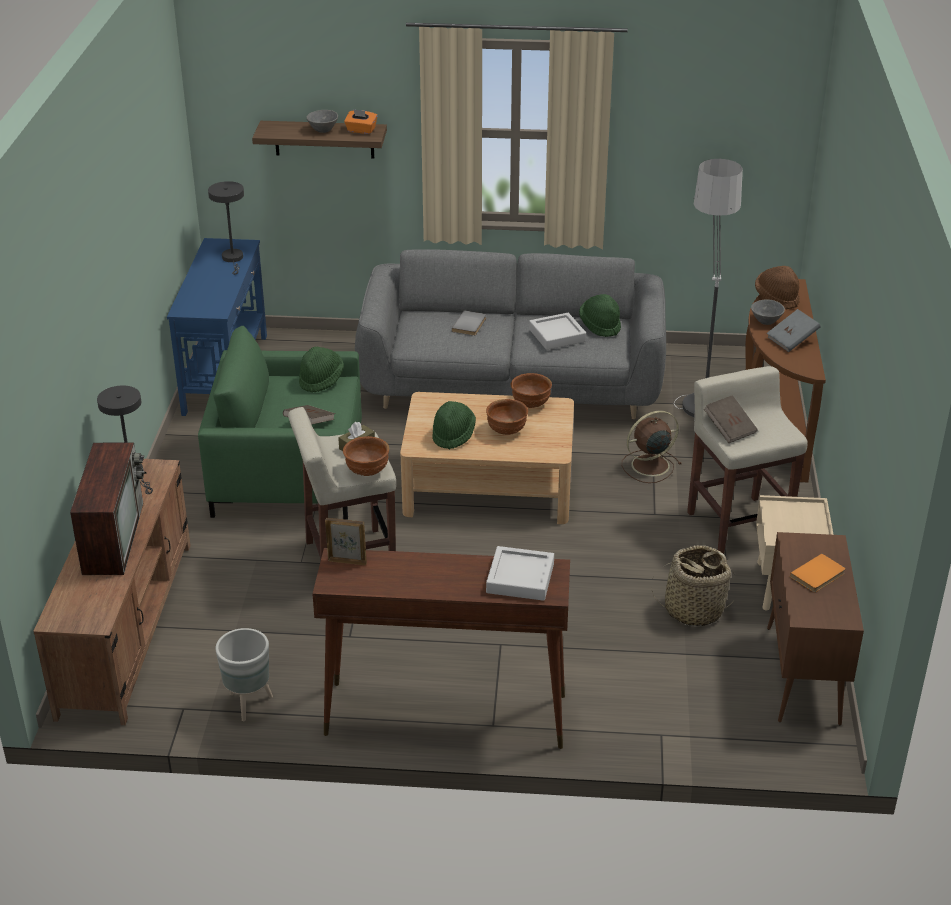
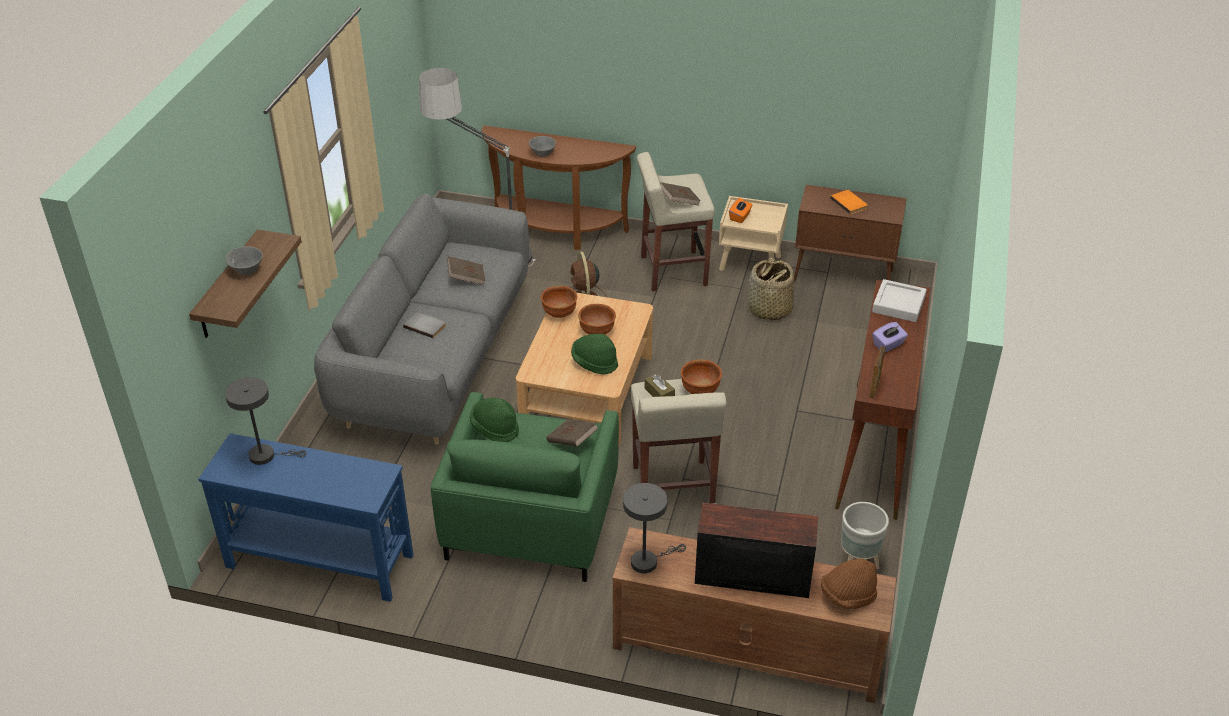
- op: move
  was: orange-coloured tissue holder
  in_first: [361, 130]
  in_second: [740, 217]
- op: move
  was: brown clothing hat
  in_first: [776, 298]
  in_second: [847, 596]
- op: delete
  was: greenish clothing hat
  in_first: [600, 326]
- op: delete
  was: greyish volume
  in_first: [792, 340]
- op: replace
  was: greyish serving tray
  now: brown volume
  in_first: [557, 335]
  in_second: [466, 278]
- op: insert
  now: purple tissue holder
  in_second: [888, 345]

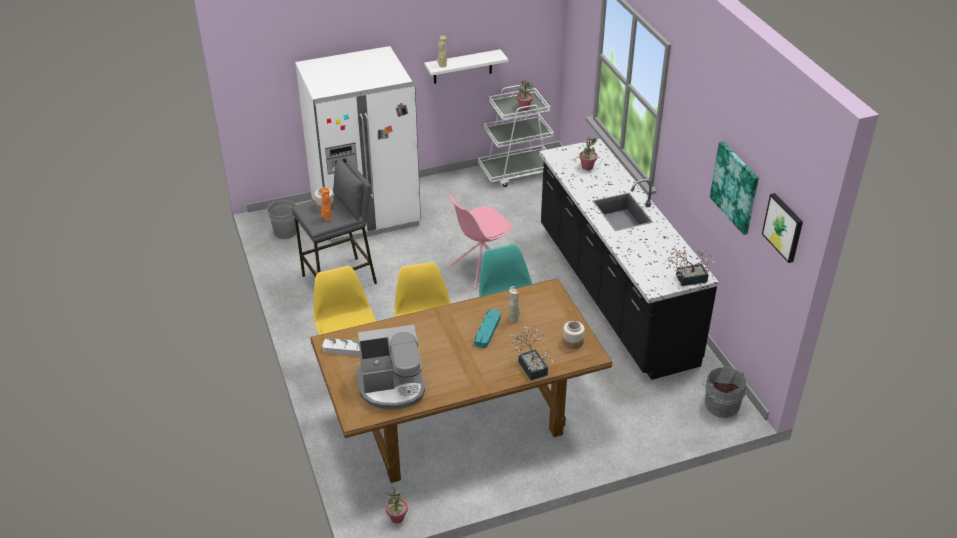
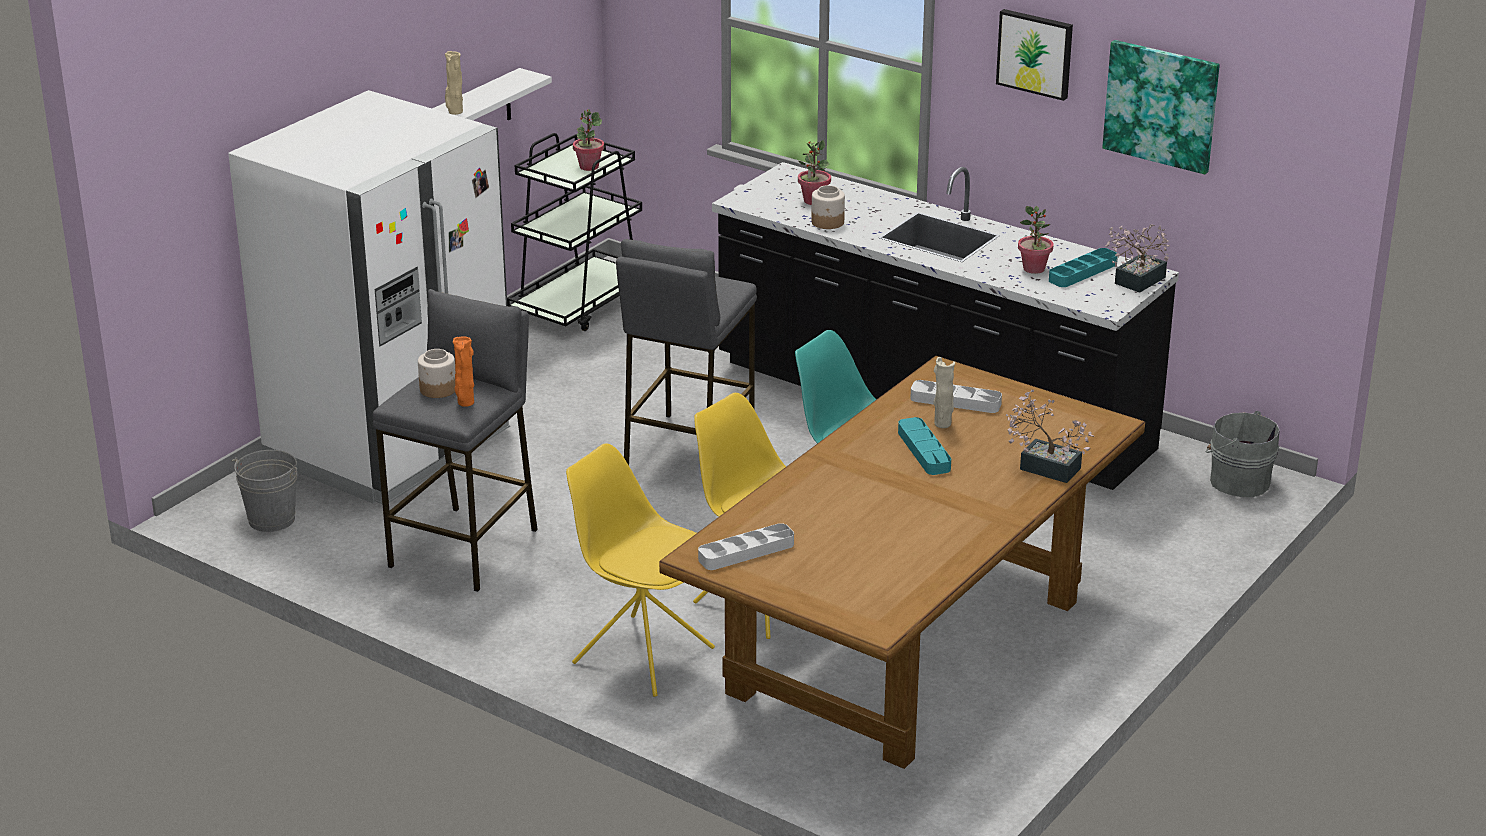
- op: recolor
  was: white trolley
  now: black-coloured trolley
  in_first: [517, 172]
  in_second: [581, 304]
- op: move
  was: wall picture
  in_first: [784, 227]
  in_second: [1035, 53]
- op: replace
  was: pink-coloured plain chair
  now: greyish stool
  in_first: [480, 269]
  in_second: [687, 450]
- op: move
  was: storage jar
  in_first: [573, 342]
  in_second: [828, 222]
- op: delete
  was: coffee brewer
  in_first: [392, 387]
- op: move
  was: plant in a pot
  in_first: [397, 518]
  in_second: [1034, 269]
- op: insert
  now: blue-green serving tray
  in_second: [1083, 272]
- op: insert
  now: greyish serving tray
  in_second: [955, 401]

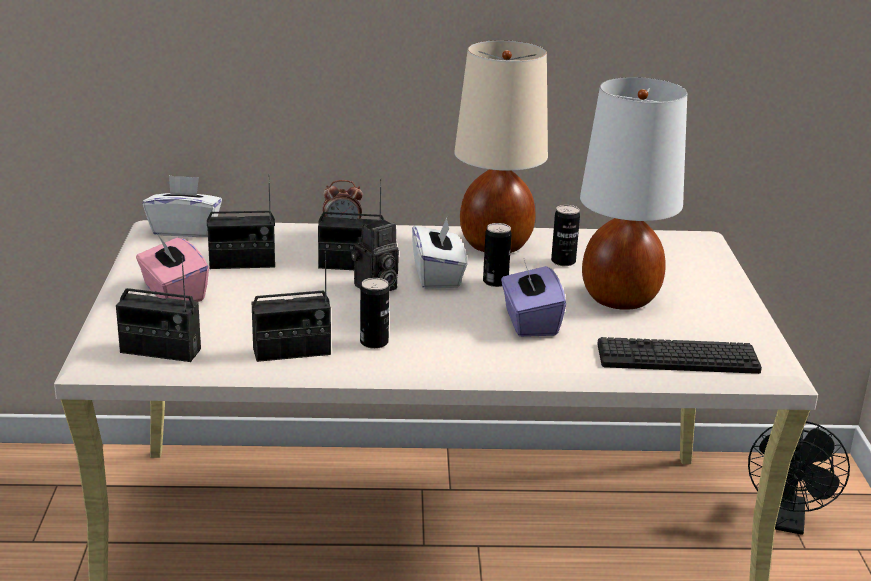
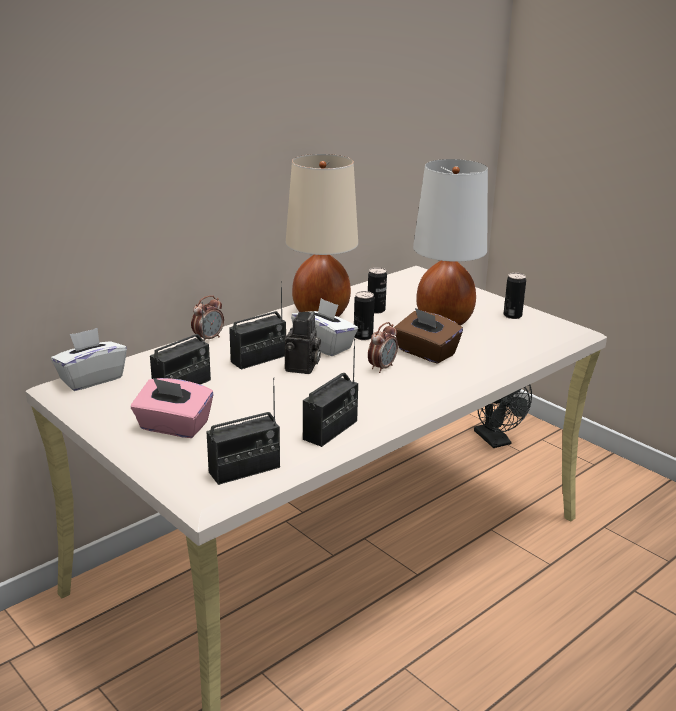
- op: recolor
  was: purple tissue holder
  now: brown tissue holder
  in_first: [530, 322]
  in_second: [425, 353]
- op: move
  was: can
  in_first: [374, 342]
  in_second: [512, 315]
- op: delete
  was: computer keyboard
  in_first: [677, 358]
- op: insert
  now: table clock
  in_second: [382, 368]

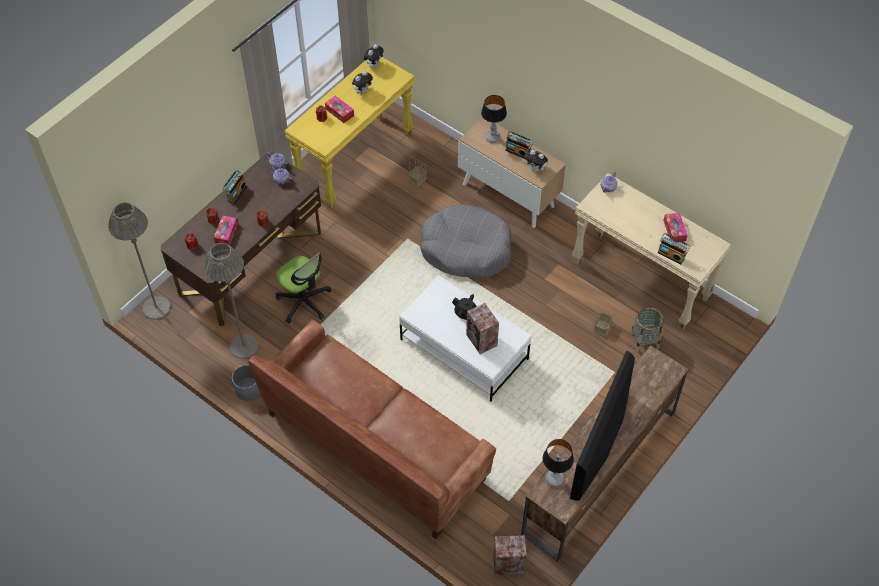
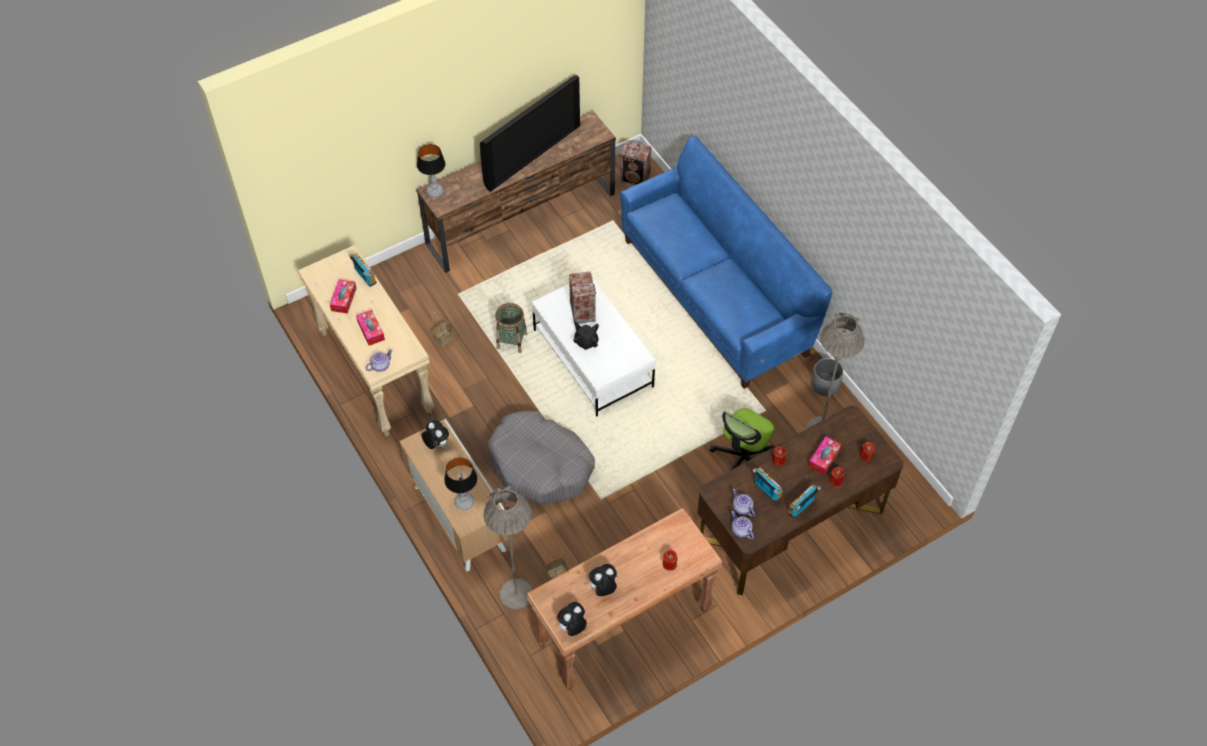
- op: recolor
  was: yellow-coloured hall table
  now: brown hall table
  in_first: [355, 160]
  in_second: [623, 629]
- op: move
  was: tissue holder
  in_first: [339, 112]
  in_second: [371, 330]
- op: move
  was: radio set
  in_first: [518, 152]
  in_second: [766, 490]
- op: move
  was: greyish standard lamp
  in_first: [156, 308]
  in_second: [516, 594]
- op: rotate
  was: computer chair
  in_first: [304, 301]
  in_second: [742, 460]
  clockwise: -120
- op: move
  was: basket
  in_first: [644, 341]
  in_second: [511, 341]
- op: recolor
  was: brown settee
  now: blue-coloured settee
  in_first: [375, 447]
  in_second: [715, 296]
- op: move
  was: tabletop lamp
  in_first: [554, 478]
  in_second: [435, 192]

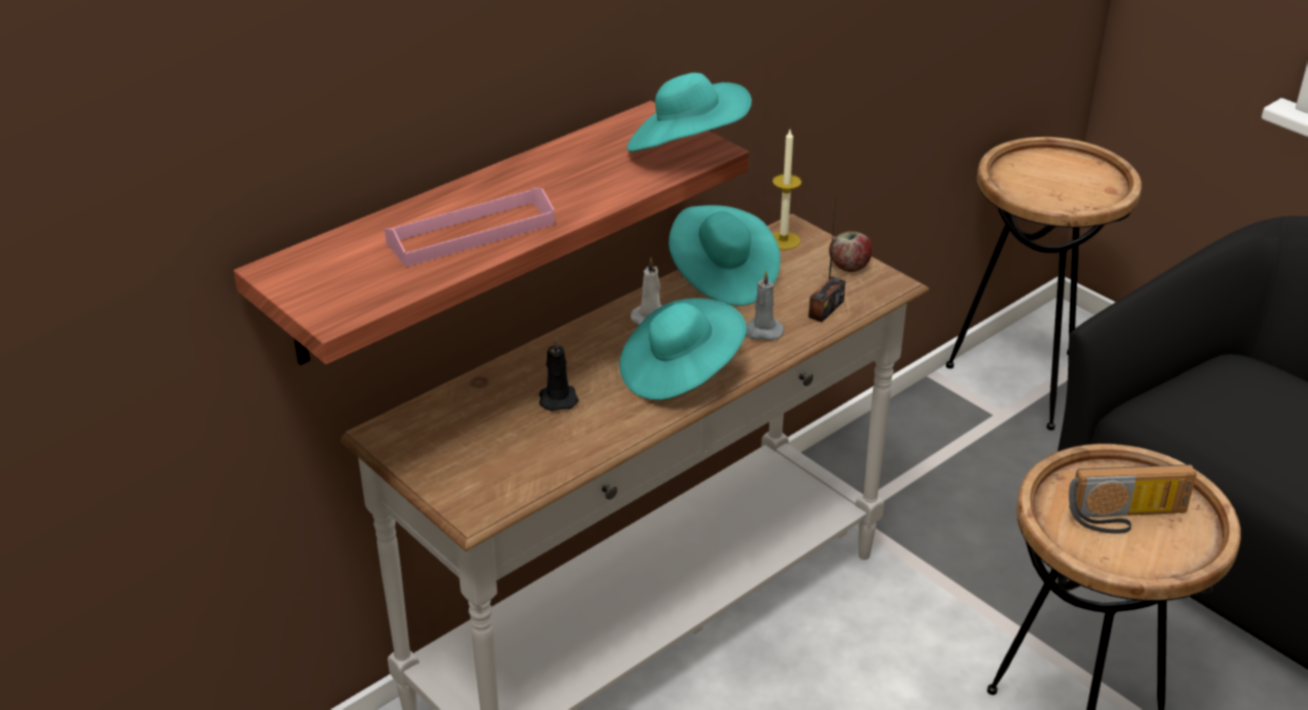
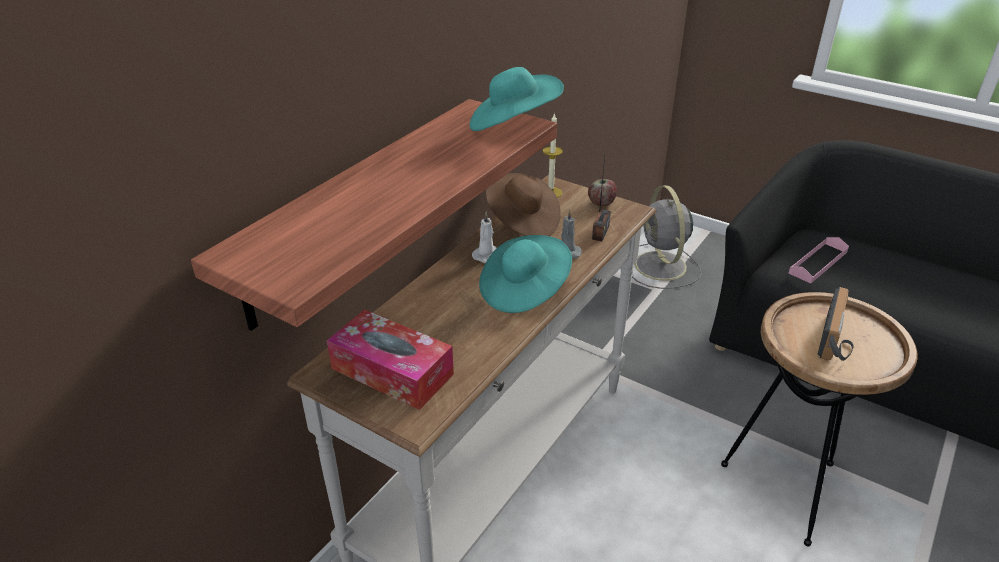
- op: replace
  was: brown side table
  now: greyish fan
  in_first: [1023, 382]
  in_second: [661, 267]
- op: move
  was: pink-coloured serving tray
  in_first: [471, 233]
  in_second: [818, 262]
- op: recolor
  was: blue-green clothing hat
  now: brown clothing hat
  in_first: [722, 278]
  in_second: [522, 222]
- op: delete
  was: black-coloured candle
  in_first: [557, 398]
- op: rotate
  was: radio set
  in_first: [1126, 518]
  in_second: [837, 340]
  clockwise: -45
- op: insert
  now: tissue holder
  in_second: [392, 371]

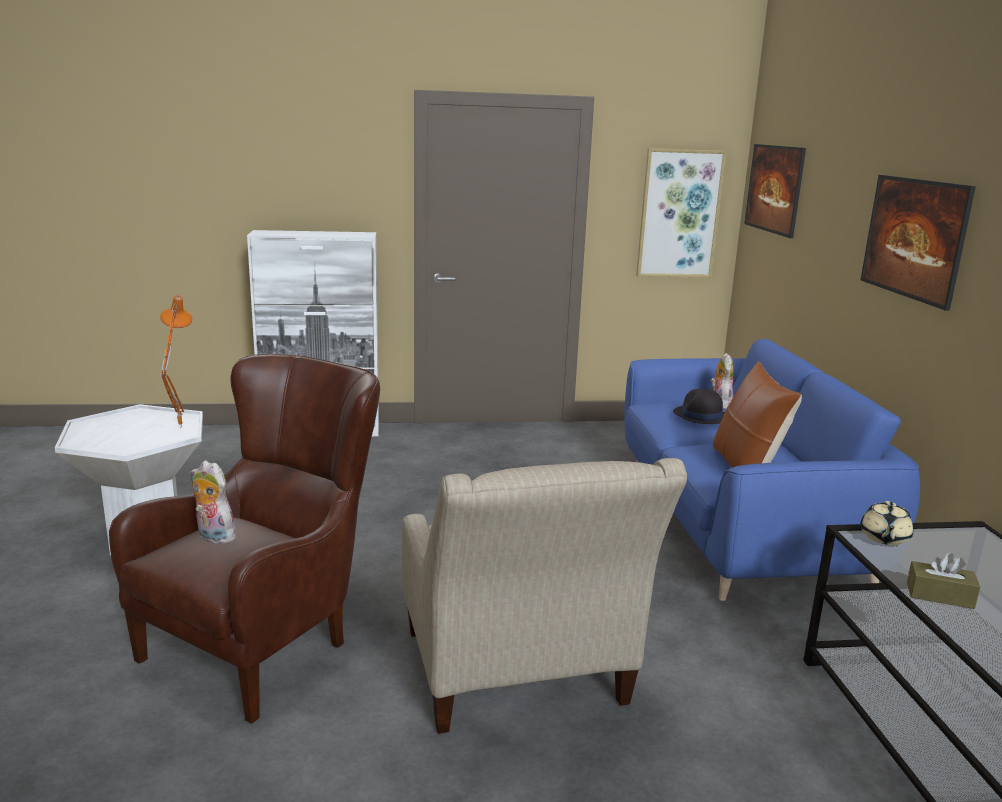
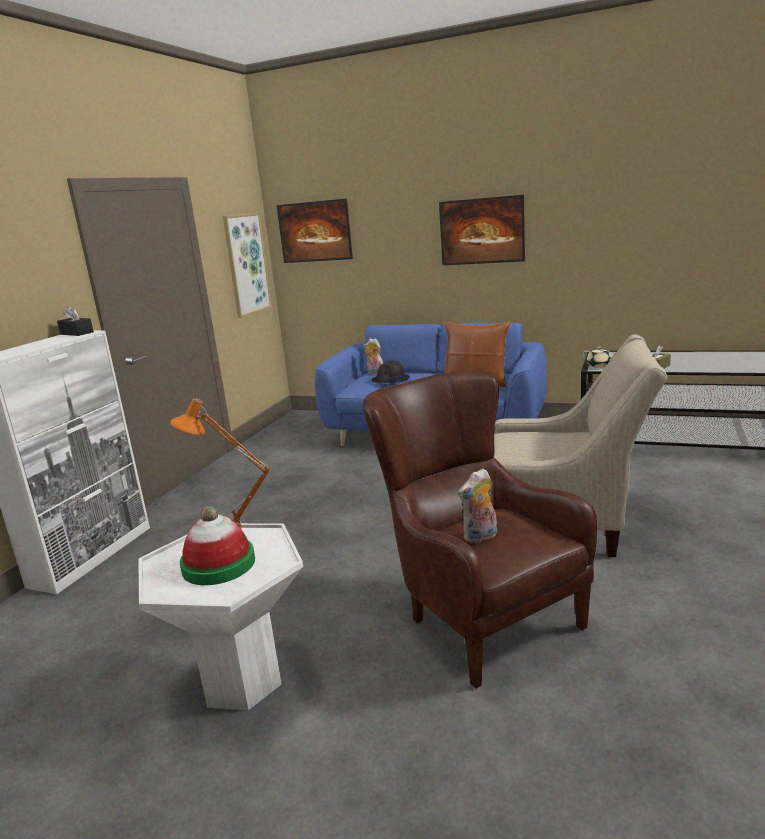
- op: insert
  now: black-coloured tissue holder
  in_second: [76, 333]
- op: insert
  now: clothing hat
  in_second: [218, 564]

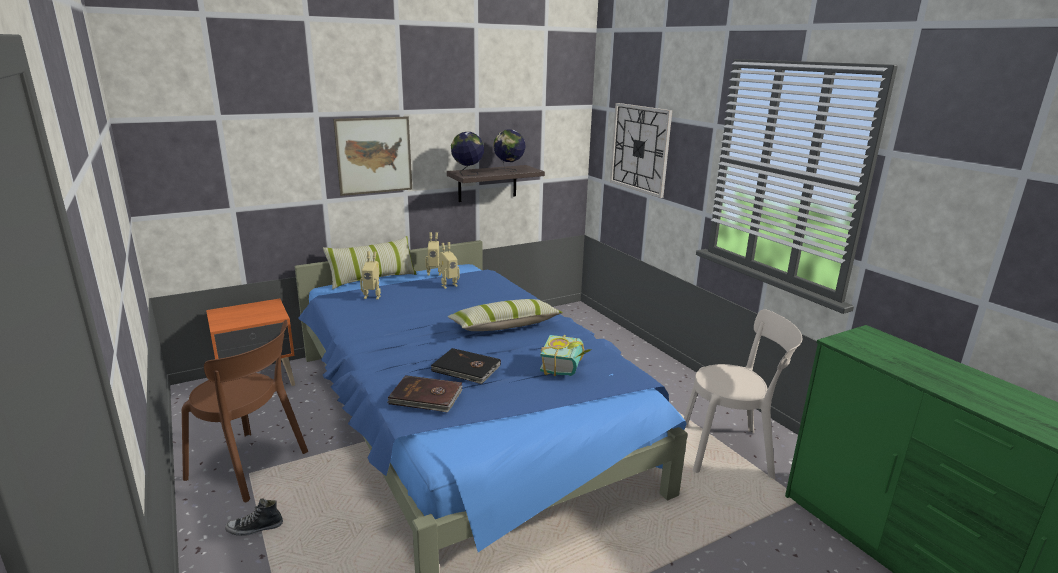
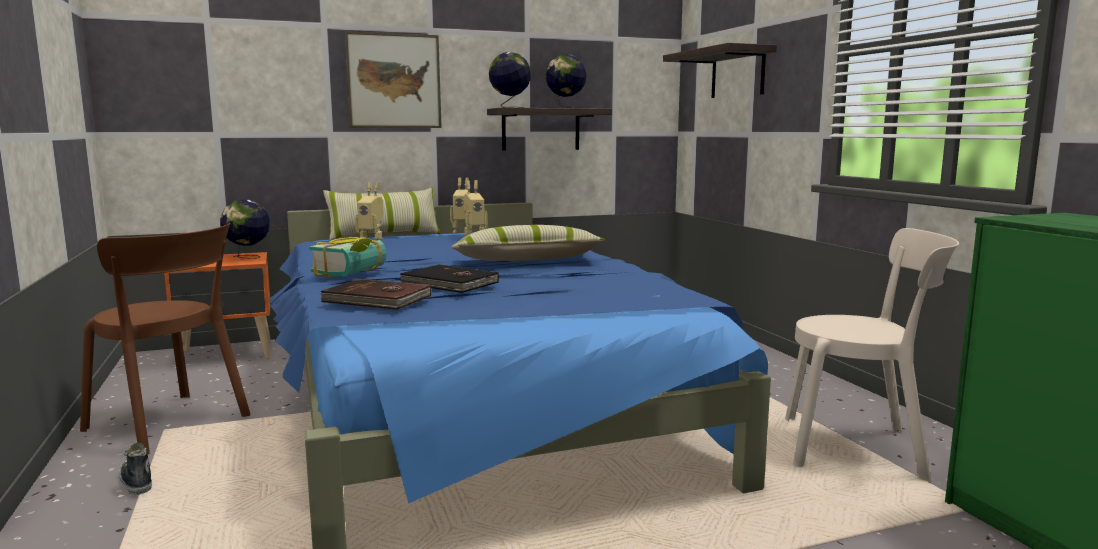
- op: replace
  was: hanging clock
  now: bracket shelf
  in_first: [640, 148]
  in_second: [737, 73]
- op: move
  was: volume
  in_first: [567, 367]
  in_second: [355, 273]
- op: rotate
  was: shoe
  in_first: [255, 528]
  in_second: [136, 481]
  clockwise: 60
- op: insert
  now: desk globe
  in_second: [248, 258]

